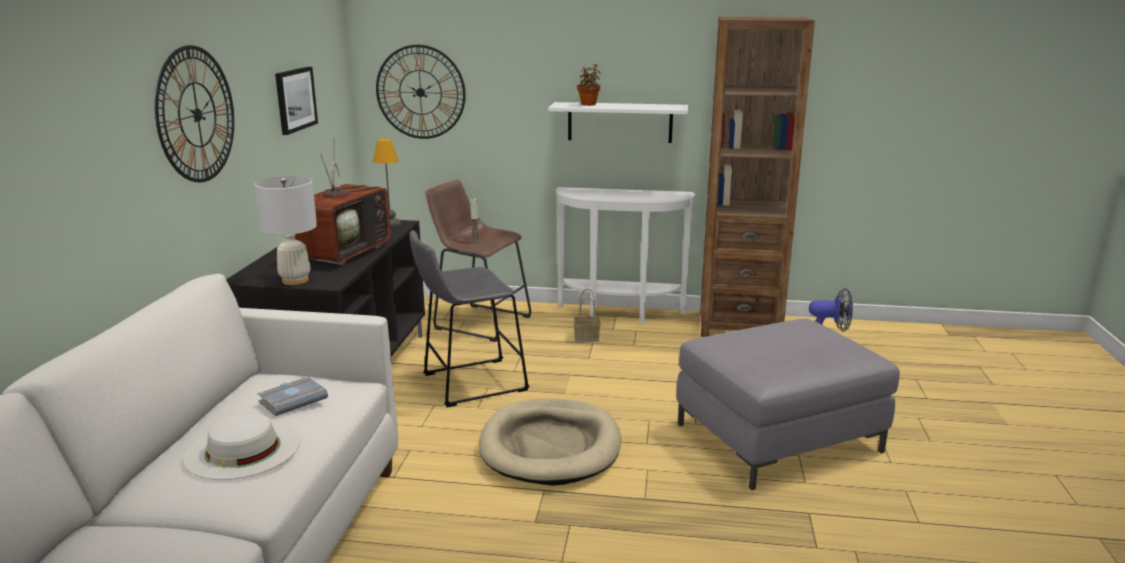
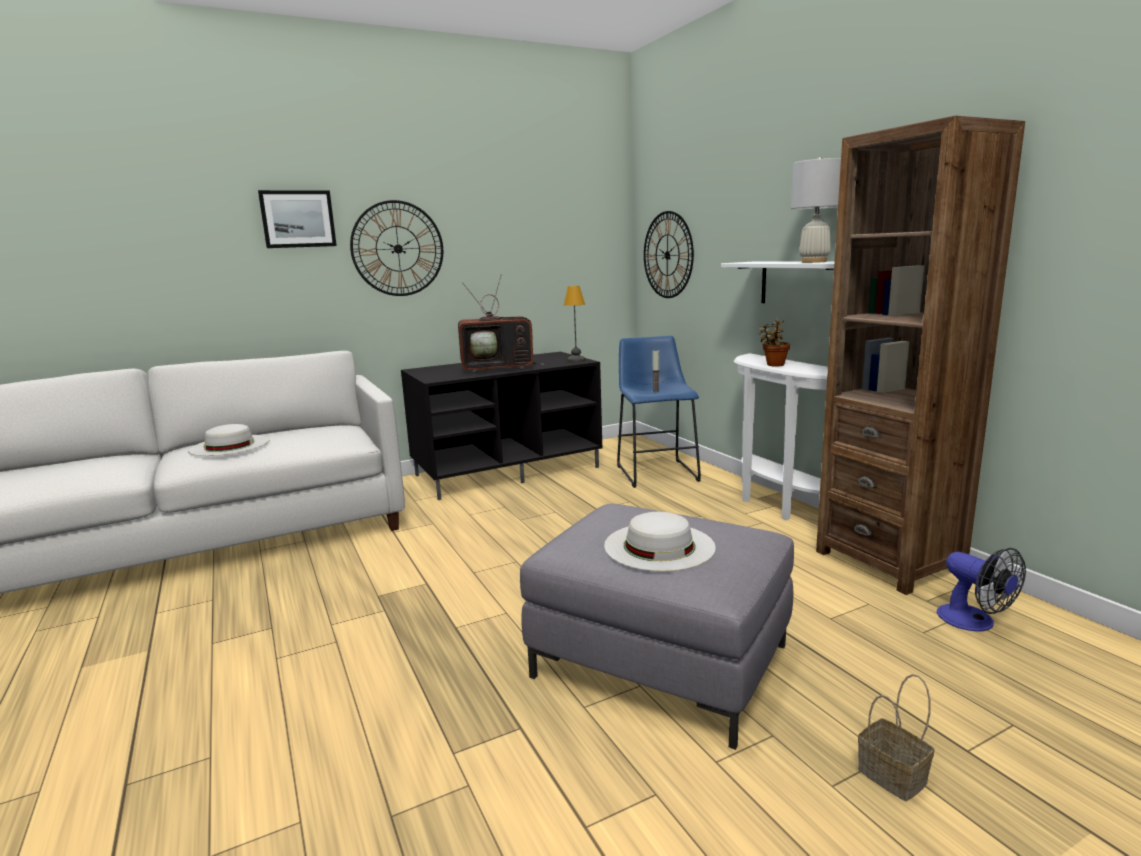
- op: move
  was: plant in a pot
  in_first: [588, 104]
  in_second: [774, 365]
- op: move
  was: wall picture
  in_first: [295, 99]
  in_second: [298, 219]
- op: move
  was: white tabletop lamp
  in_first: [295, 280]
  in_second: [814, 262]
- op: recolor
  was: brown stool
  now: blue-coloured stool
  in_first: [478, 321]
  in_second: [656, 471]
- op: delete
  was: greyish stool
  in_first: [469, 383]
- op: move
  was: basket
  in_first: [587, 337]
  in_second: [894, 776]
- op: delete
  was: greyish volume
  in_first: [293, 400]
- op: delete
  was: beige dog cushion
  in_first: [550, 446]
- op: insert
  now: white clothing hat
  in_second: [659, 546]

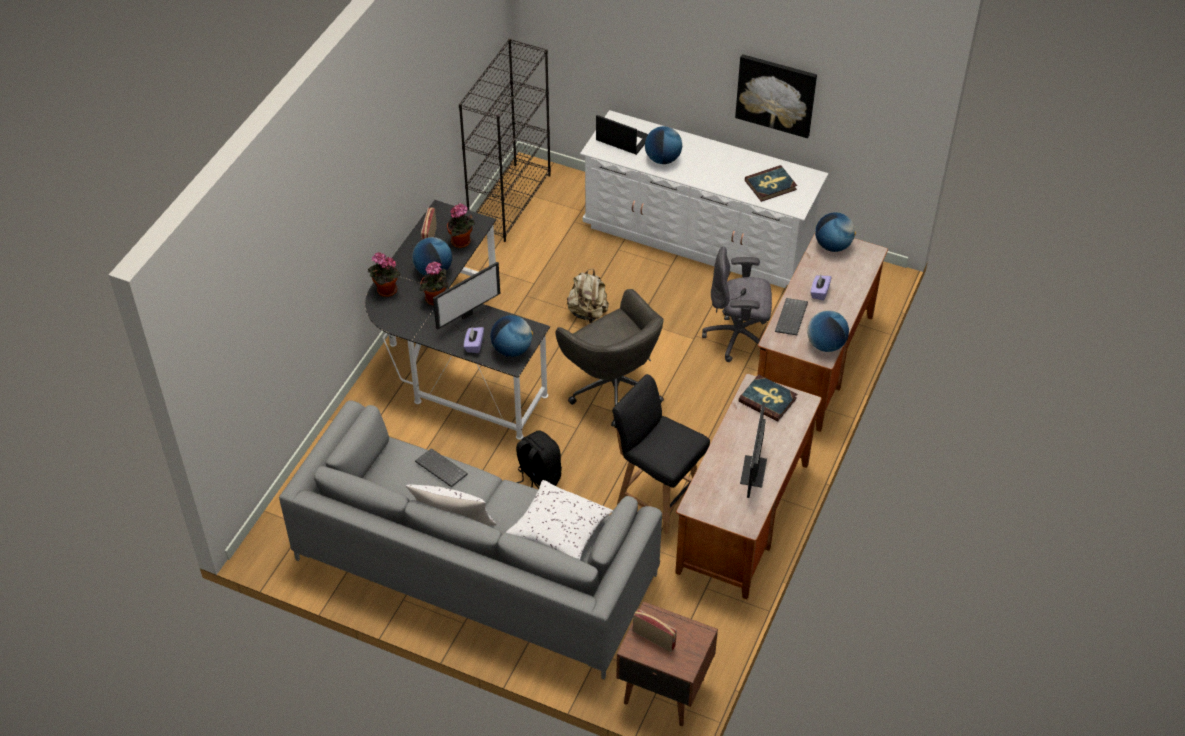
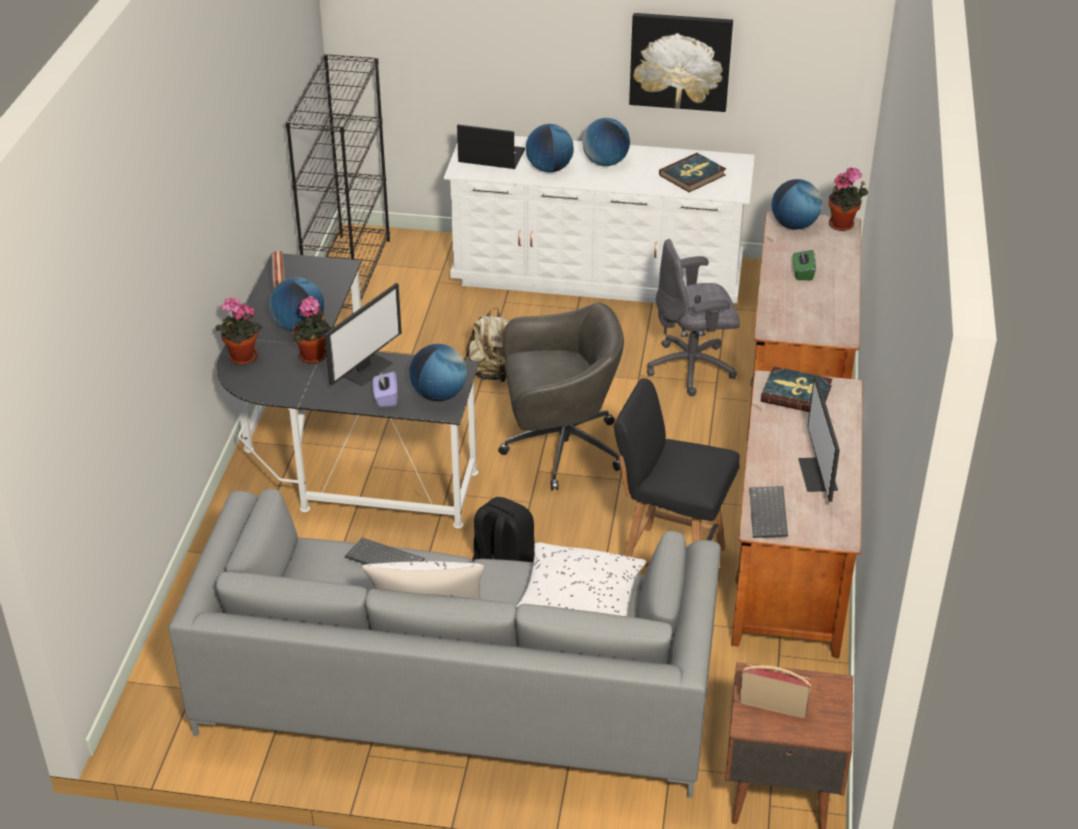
- op: move
  was: plant in a pot
  in_first: [462, 242]
  in_second: [843, 225]
- op: recolor
  was: purple tissue holder
  now: greenish tissue holder
  in_first: [819, 292]
  in_second: [802, 273]
- op: rotate
  was: greyish computer chair
  in_first: [613, 388]
  in_second: [559, 449]
  clockwise: -45
- op: move
  was: computer keyboard
  in_first: [792, 318]
  in_second: [769, 514]
- op: move
  was: desk globe
  in_first: [825, 345]
  in_second: [605, 162]

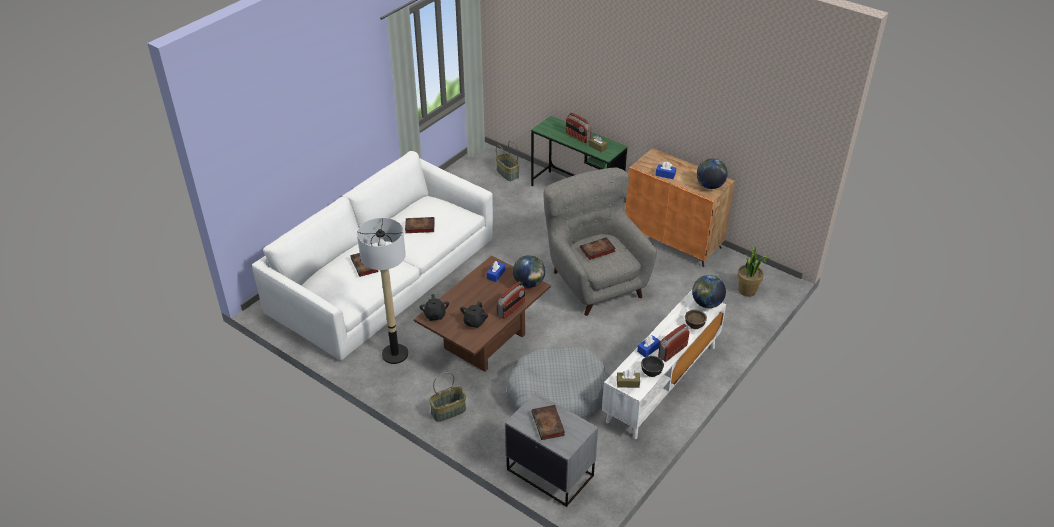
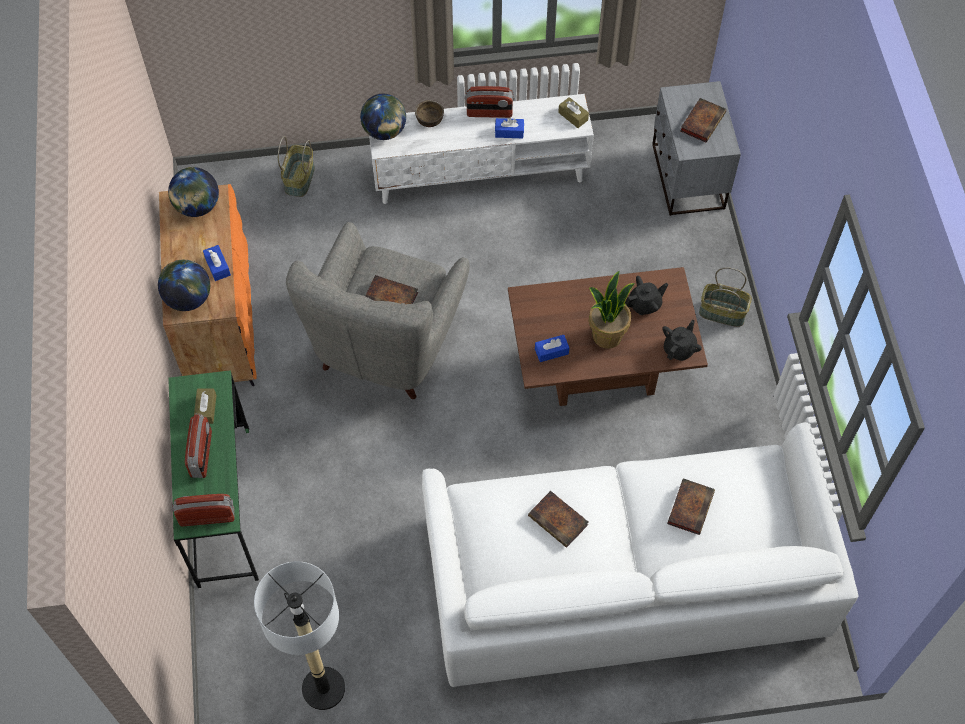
- op: move
  was: basket
  in_first: [508, 173]
  in_second: [299, 178]
- op: move
  was: standard lamp
  in_first: [395, 354]
  in_second: [323, 688]
- op: move
  was: plant in a pot
  in_first: [747, 290]
  in_second: [606, 335]
- op: move
  was: desk globe
  in_first: [529, 284]
  in_second: [188, 299]
- op: move
  was: radio set
  in_first: [511, 309]
  in_second: [207, 516]
- op: delete
  was: greyish dog cushion
  in_first: [557, 394]
- op: delete
  was: black-coloured deep dish
  in_first: [651, 372]

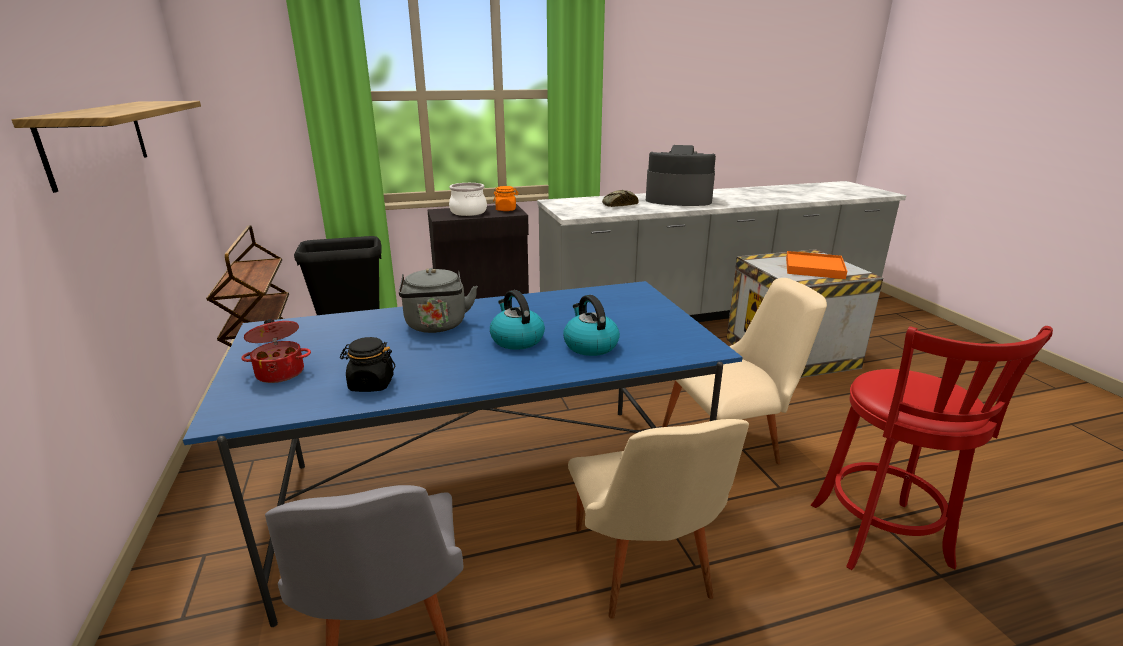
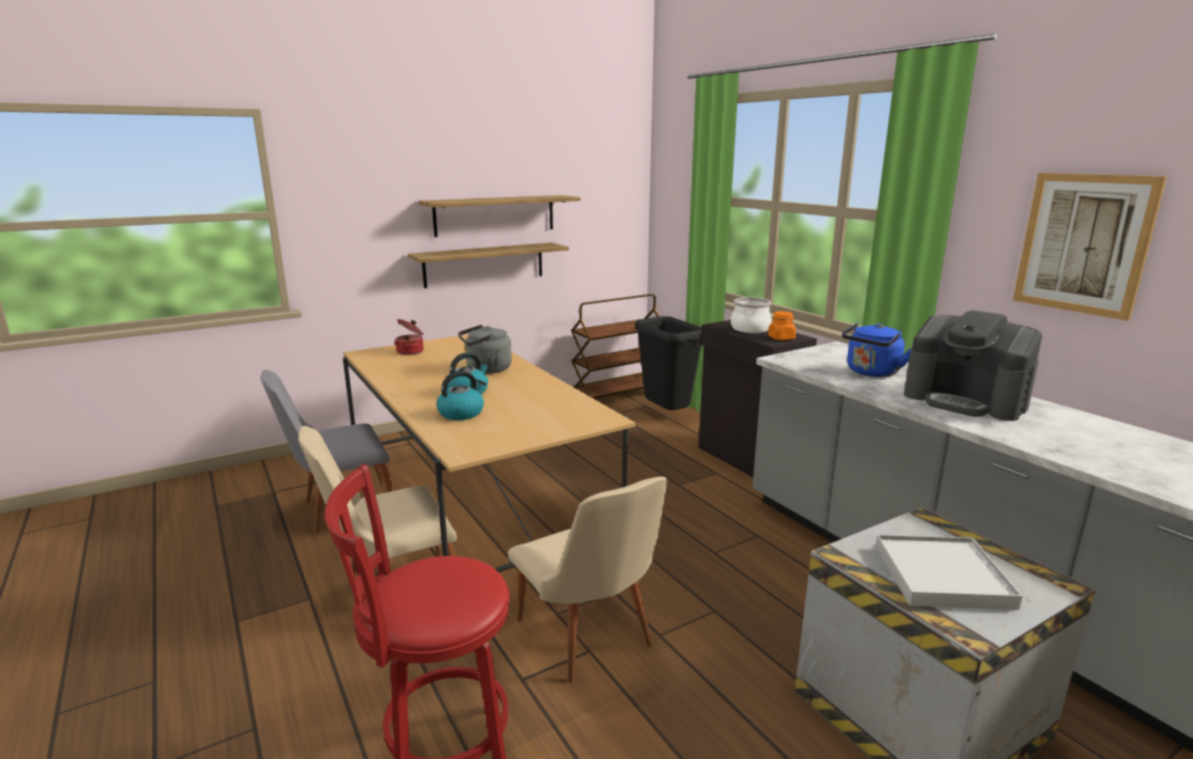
- op: rotate
  was: coffee brewer
  in_first: [678, 200]
  in_second: [965, 400]
  clockwise: 135
- op: replace
  was: bread
  now: blue-coloured water kettle
  in_first: [618, 204]
  in_second: [871, 373]
- op: recolor
  was: orange-coloured serving tray
  now: white serving tray
  in_first: [814, 268]
  in_second: [941, 576]
- op: recolor
  was: blue-coloured dinner table
  now: beige dinner table
  in_first: [487, 494]
  in_second: [476, 512]
- op: delete
  was: black-coloured storage jar
  in_first: [371, 384]
- op: insert
  now: wall picture
  in_second: [1083, 244]
- op: insert
  now: bracket shelf
  in_second: [484, 264]

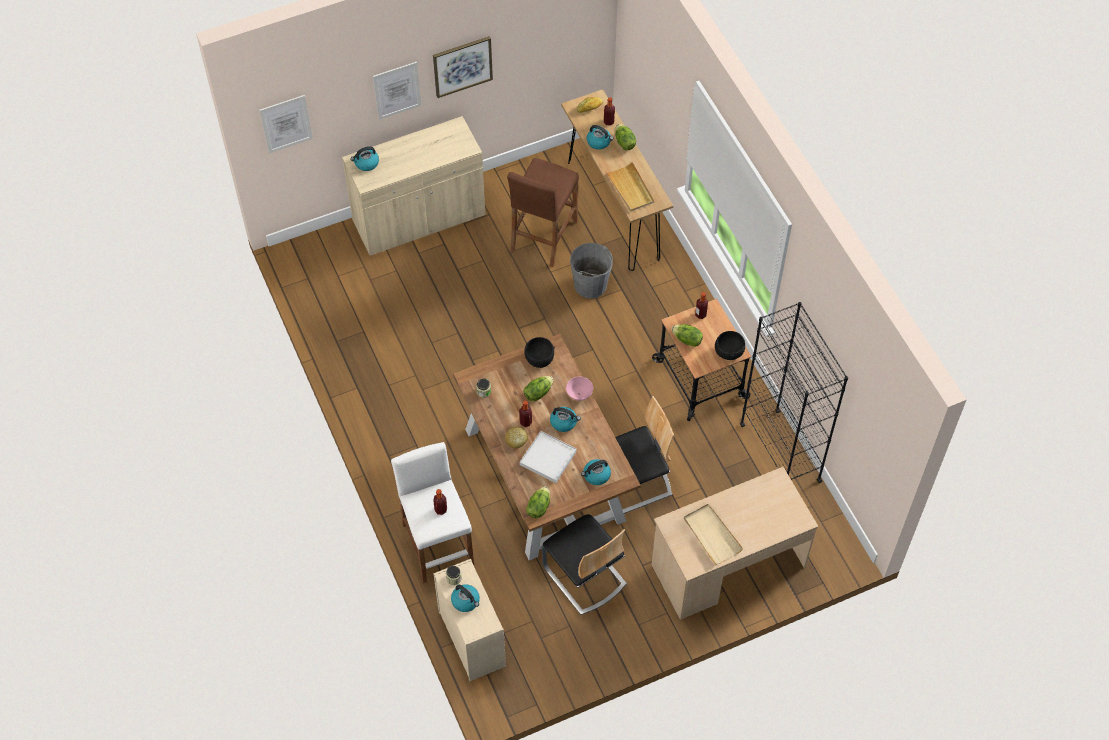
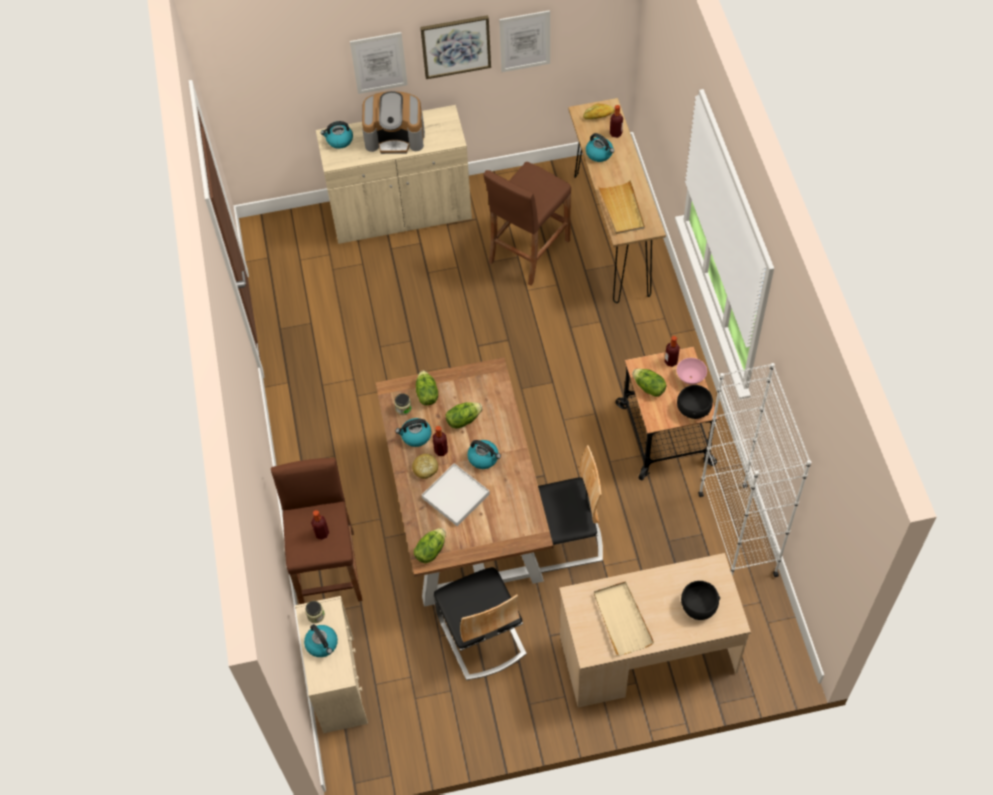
- op: move
  was: wall picture
  in_first: [286, 123]
  in_second: [525, 41]
- op: move
  was: lettuce head
  in_first: [624, 143]
  in_second: [426, 394]
- op: delete
  was: greyish bucket
  in_first: [590, 285]
- op: recolor
  was: black-coloured bookshelf
  now: white bookshelf
  in_first: [780, 452]
  in_second: [737, 533]
- op: move
  was: black-coloured deep dish
  in_first: [539, 359]
  in_second: [698, 606]
- op: move
  was: pink-coloured deep dish
  in_first: [579, 394]
  in_second: [690, 378]
- op: recolor
  was: white stool
  now: brown stool
  in_first: [437, 544]
  in_second: [328, 569]
- op: move
  was: water kettle
  in_first: [596, 475]
  in_second: [415, 436]
- op: insert
  now: coffee brewer
  in_second: [395, 136]

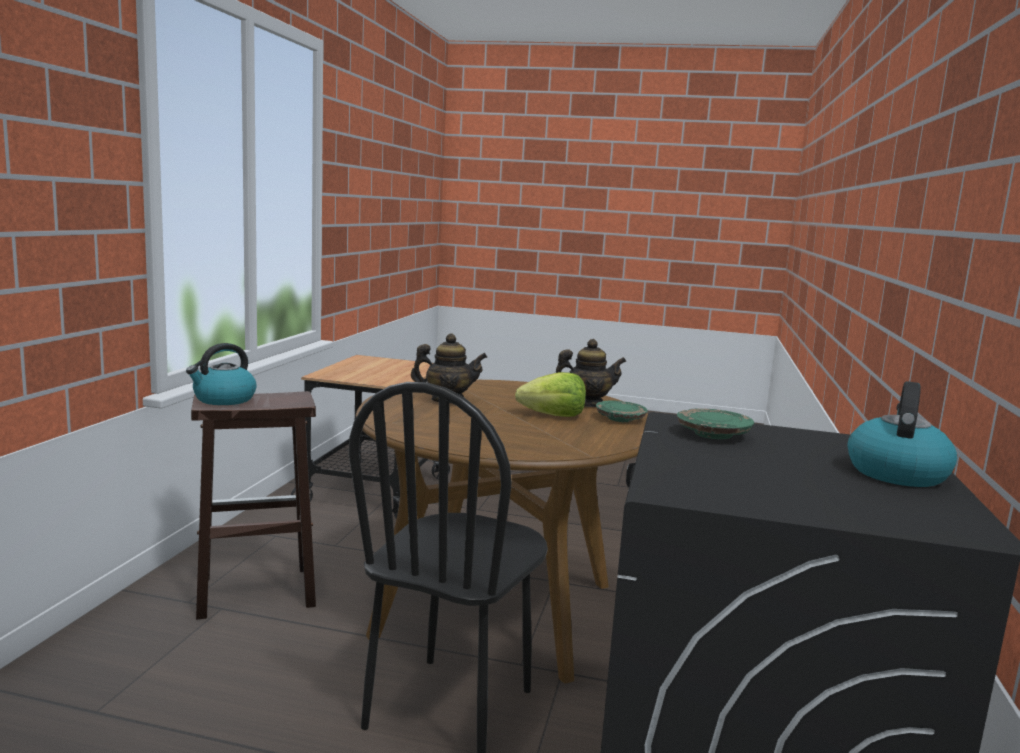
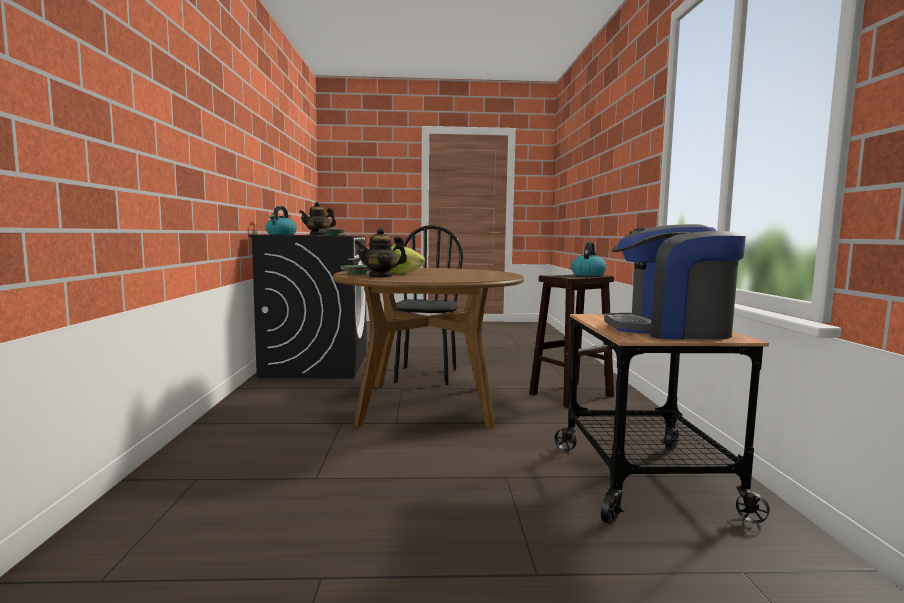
- op: move
  was: tea pot
  in_first: [447, 400]
  in_second: [317, 235]
- op: insert
  now: coffee brewer
  in_second: [670, 330]

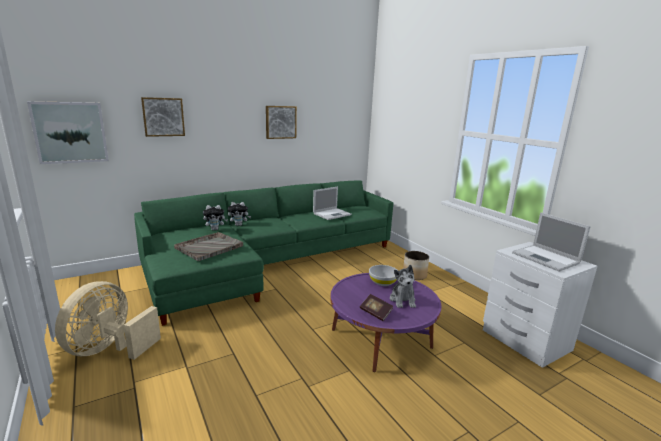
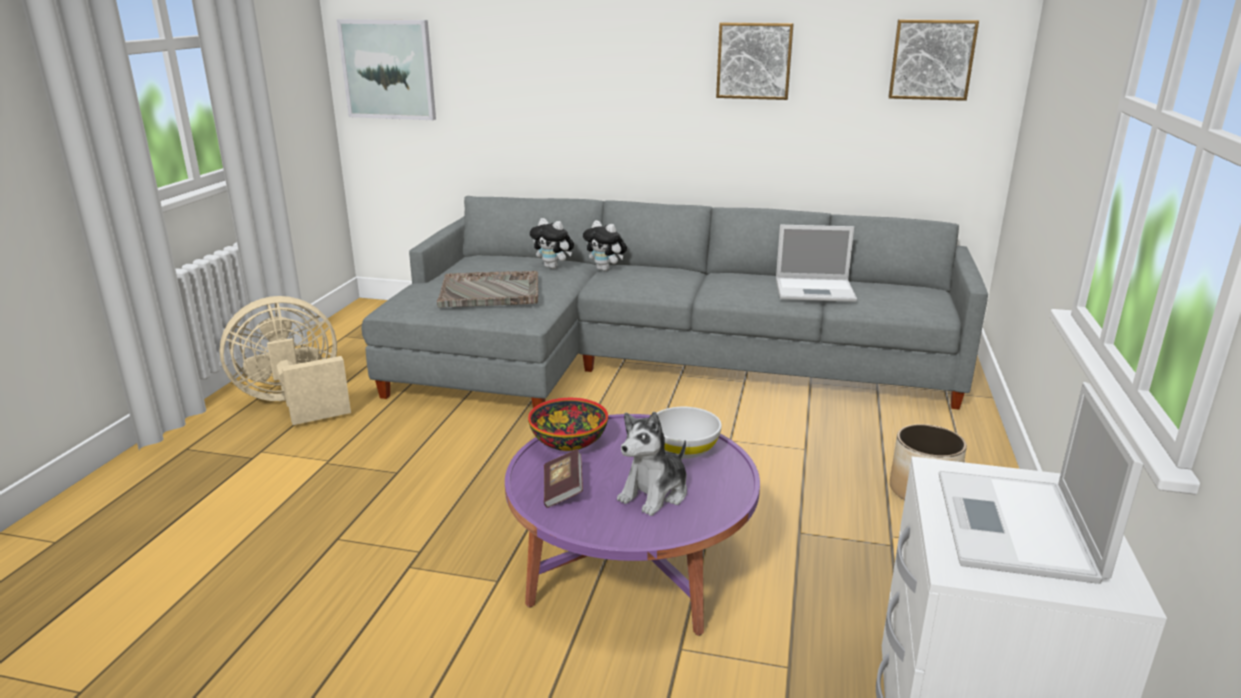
- op: move
  was: wall picture
  in_first: [163, 117]
  in_second: [931, 59]
- op: recolor
  was: greenish settee
  now: greyish settee
  in_first: [266, 262]
  in_second: [651, 359]
- op: insert
  now: deep dish
  in_second: [569, 441]

